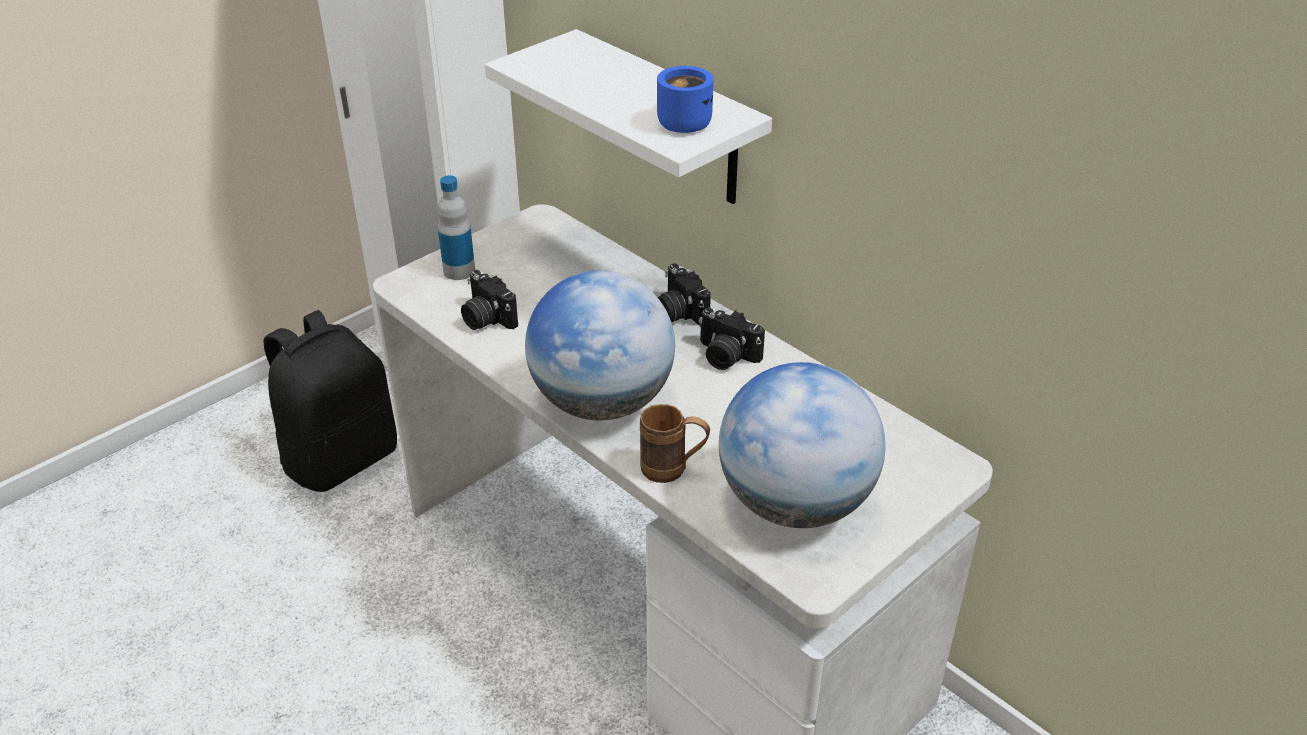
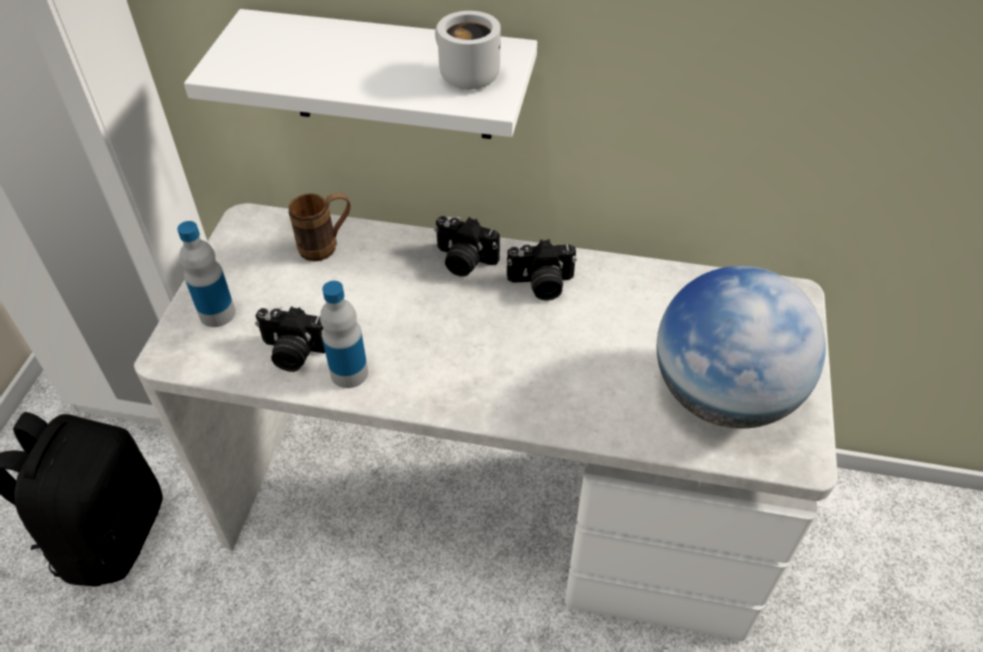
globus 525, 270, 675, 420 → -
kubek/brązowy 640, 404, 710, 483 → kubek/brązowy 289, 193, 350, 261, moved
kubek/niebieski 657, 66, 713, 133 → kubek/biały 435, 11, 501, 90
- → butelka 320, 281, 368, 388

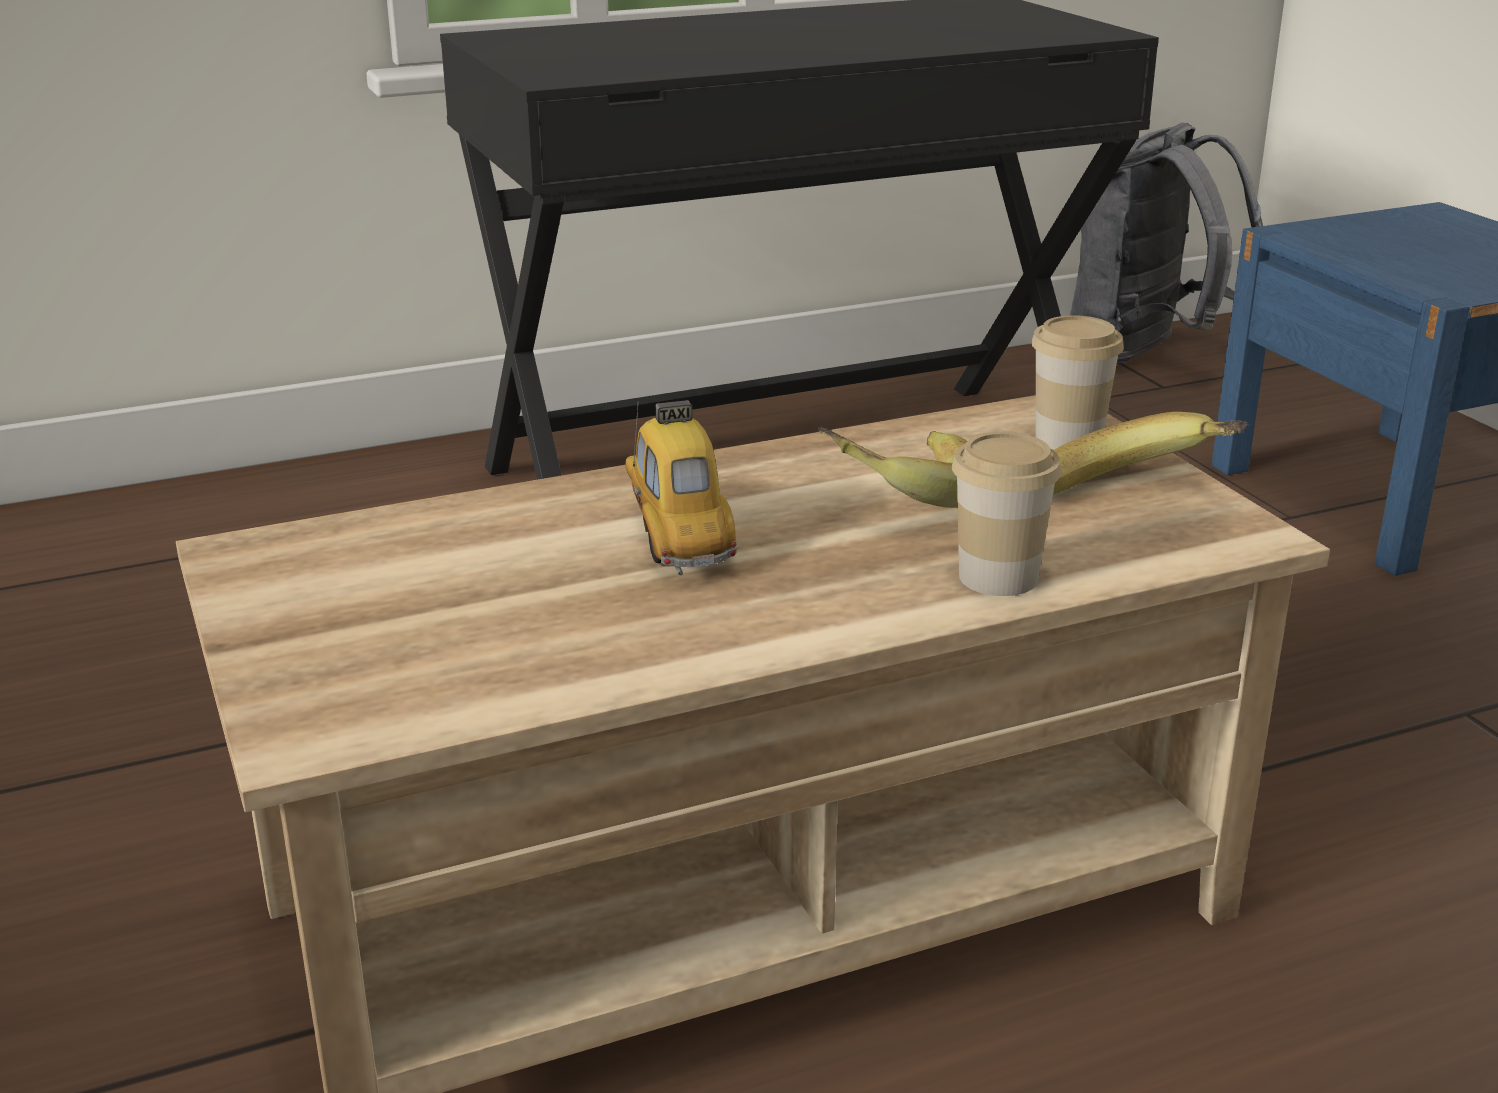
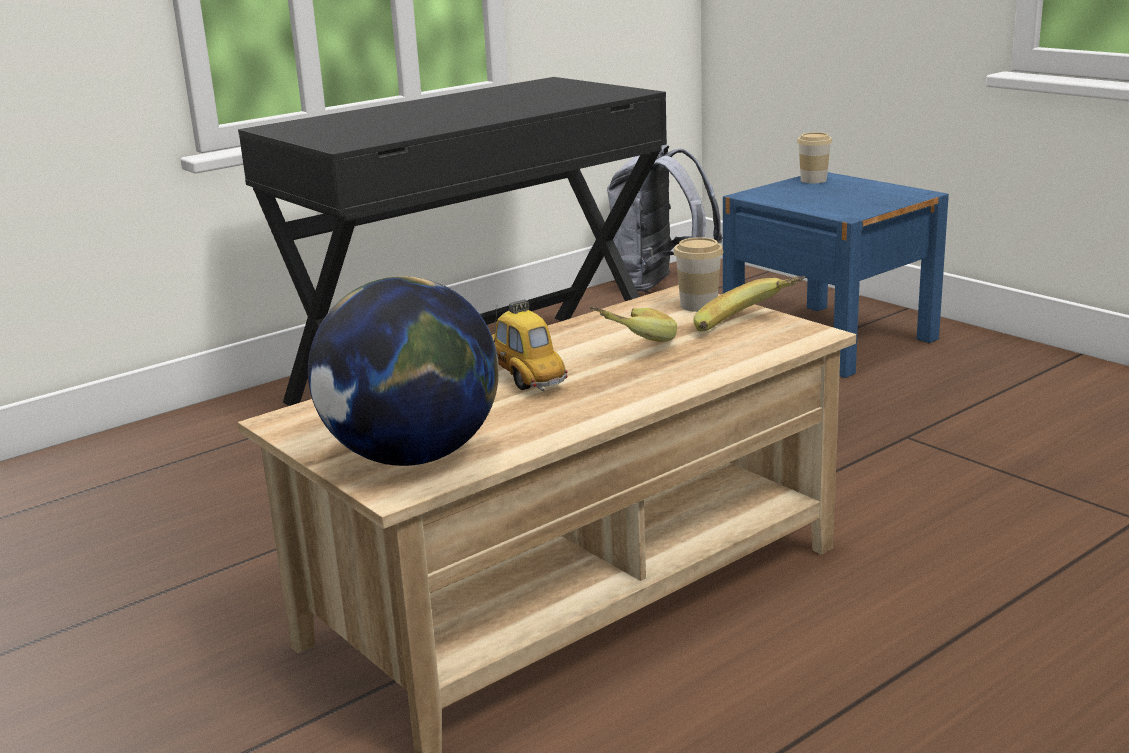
filiżanka 952, 432, 1061, 596 → filiżanka 797, 132, 832, 183, moved
- → globus 308, 276, 499, 466

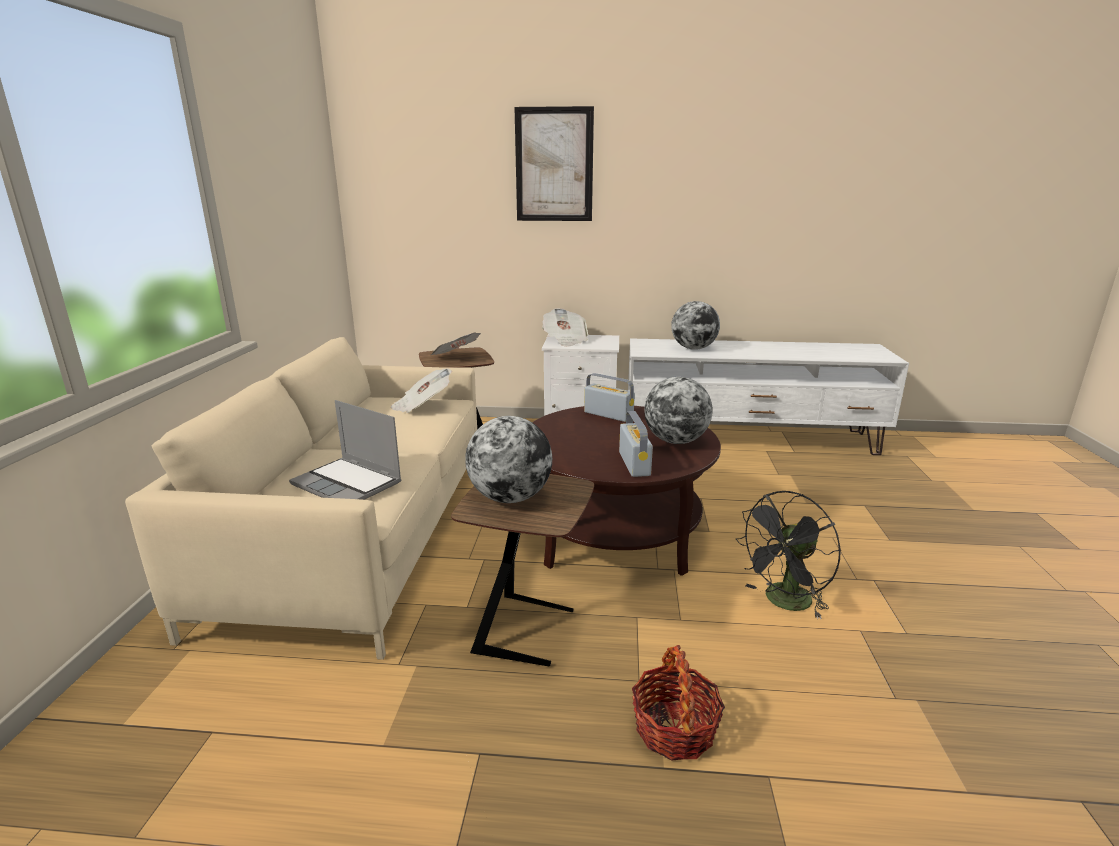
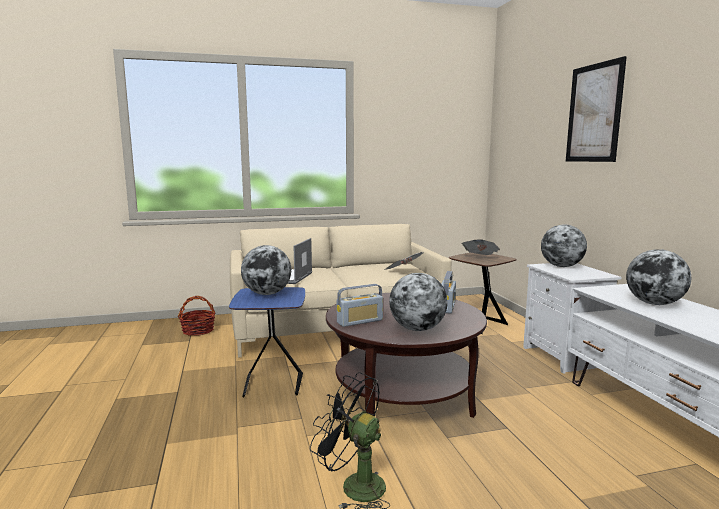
stolik/brązowy 451, 474, 594, 666 → stolik/niebieski 229, 287, 305, 397
gazeta 542, 308, 588, 347 → globus 541, 224, 587, 267
koszyk 632, 645, 725, 761 → koszyk 178, 296, 216, 336, moved

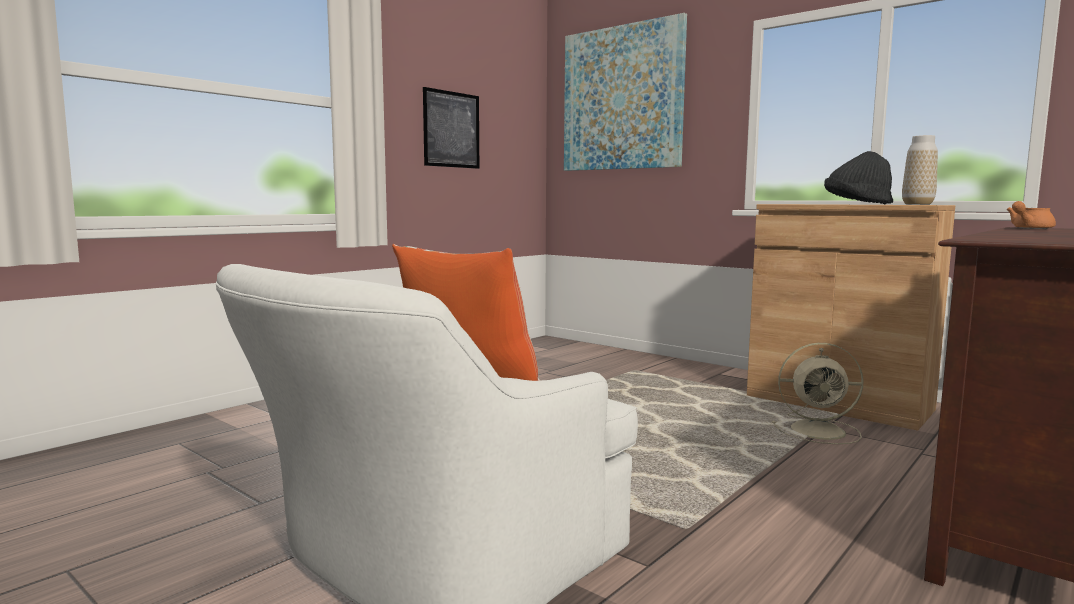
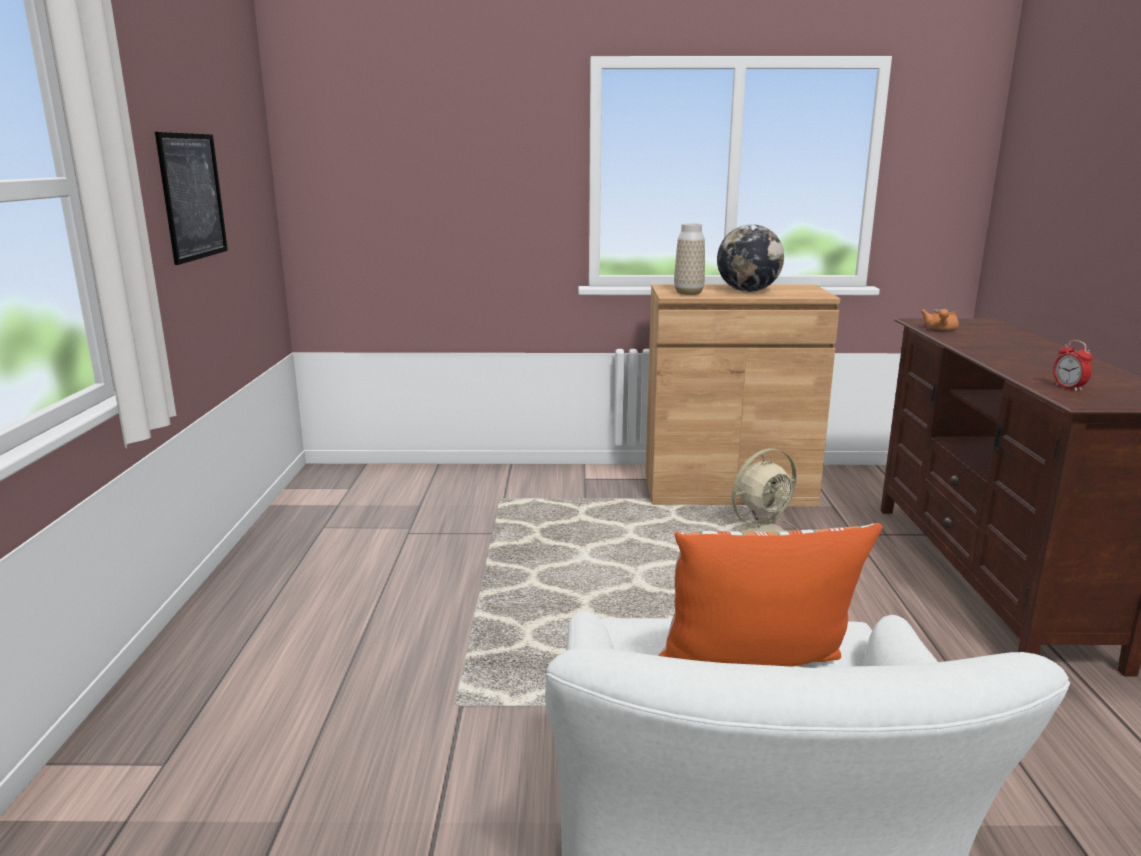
obraz 564, 13, 687, 171 → -
kapelusz/czarny 824, 151, 893, 204 → globus 717, 224, 784, 292
wazon 902, 135, 938, 205 → wazon 674, 223, 705, 295, moved
- → budzik 1053, 340, 1093, 391

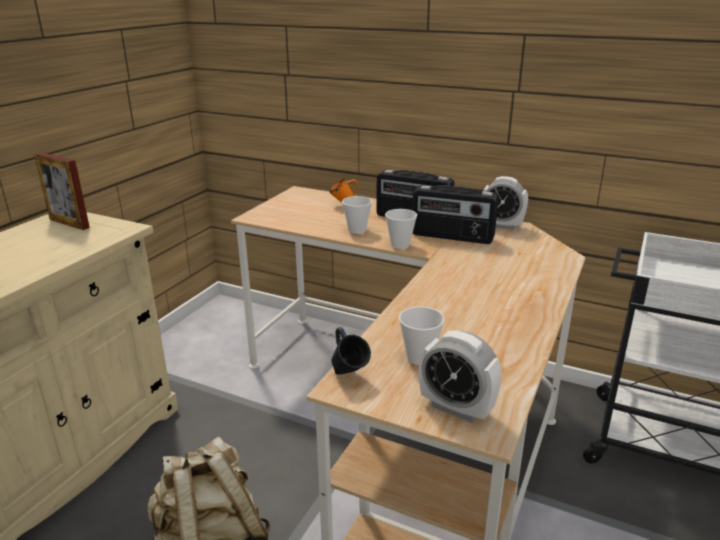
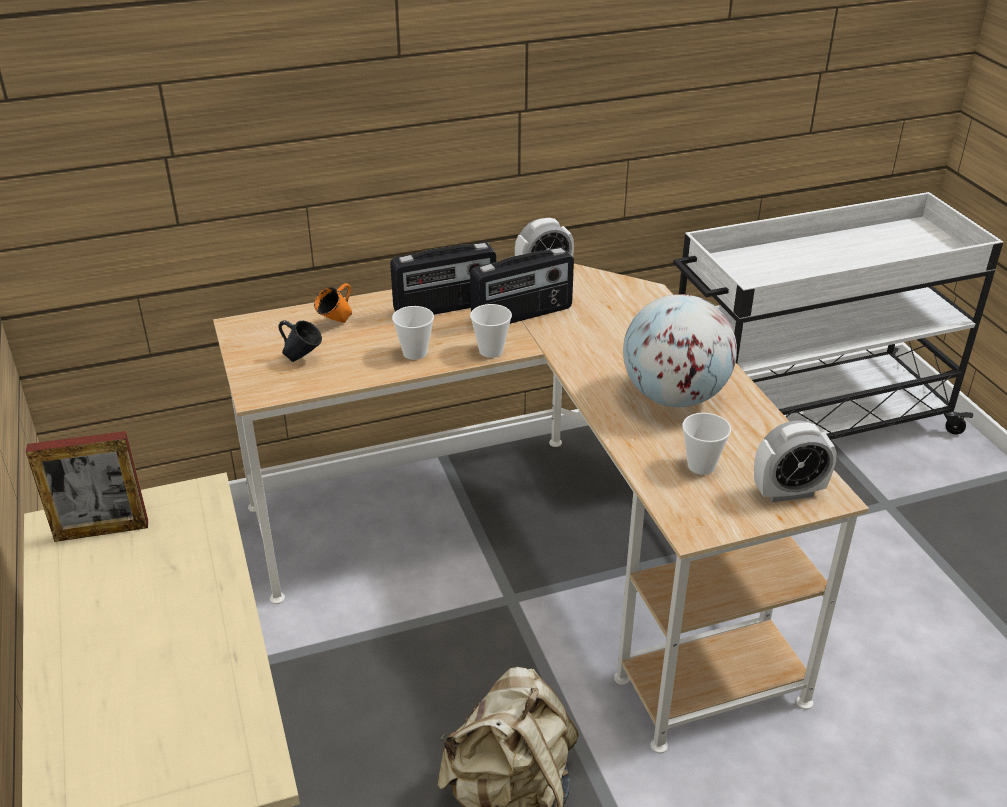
kubek/niebieski 332, 327, 371, 374 → kubek/niebieski 278, 320, 322, 362, moved
- → globus 623, 294, 737, 407

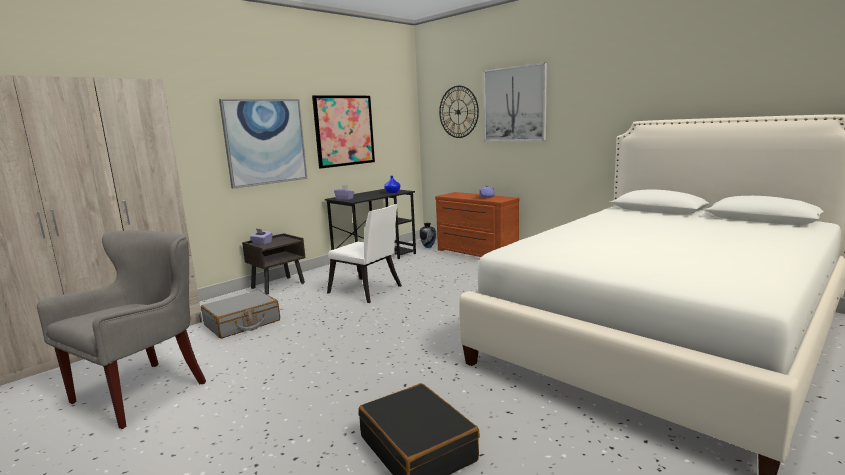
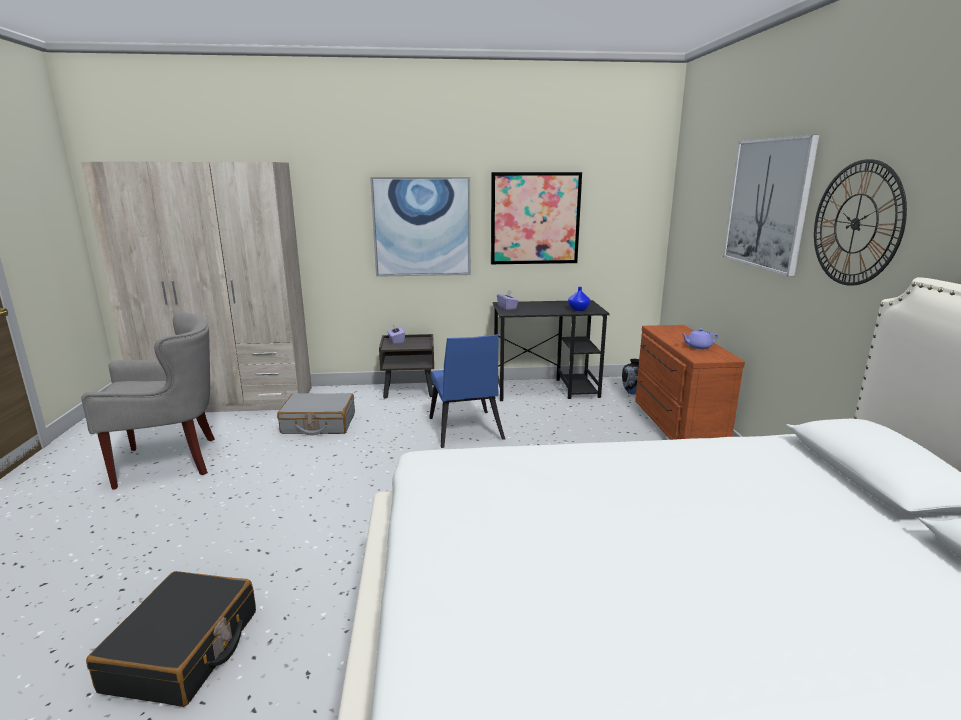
krzesło/biały 327, 204, 402, 303 → krzesło/niebieski 429, 334, 505, 448
zegar ścienny 439, 85, 479, 138 → zegar ścienny 814, 159, 907, 286, moved

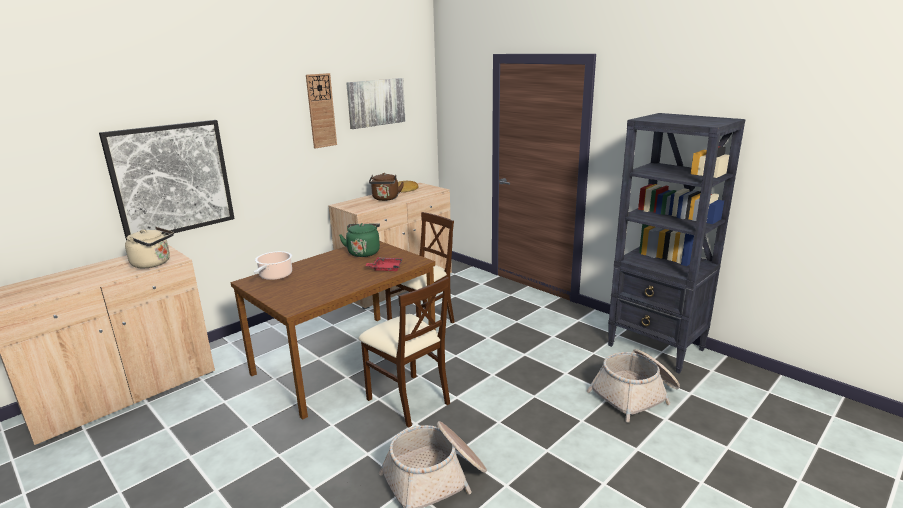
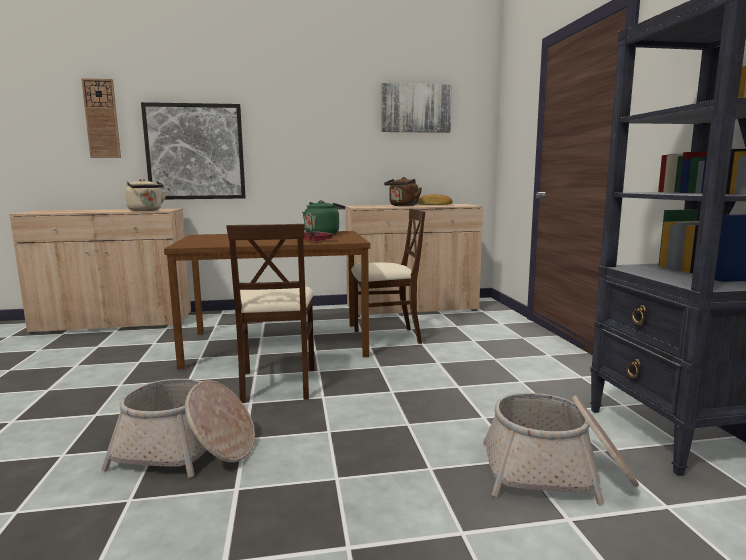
garnek 254, 251, 292, 280 → -
zegar ścienny 306, 73, 337, 148 → zegar ścienny 81, 78, 121, 158, moved

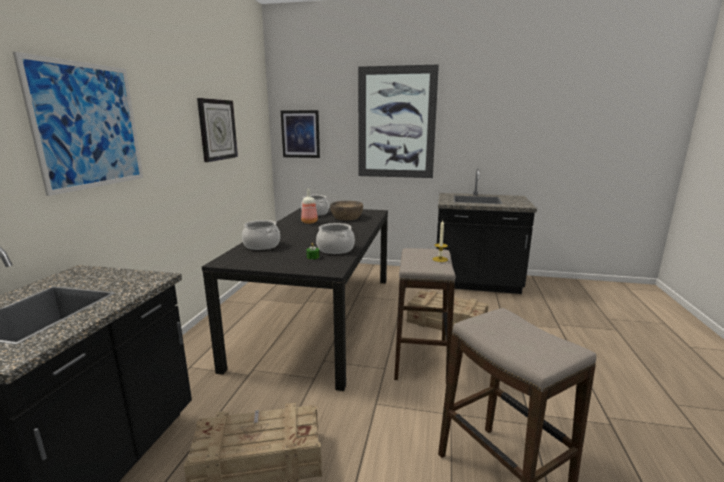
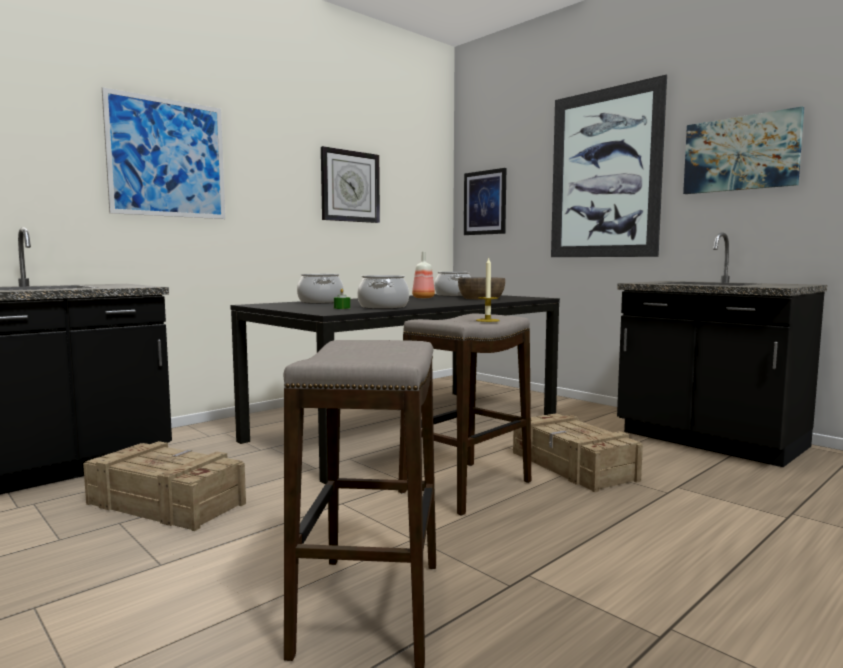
- → obraz 683, 106, 804, 194

